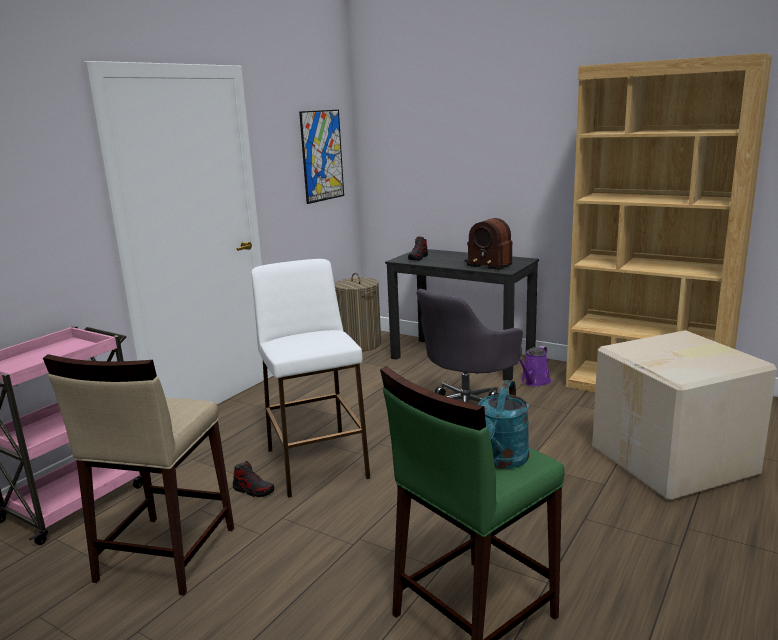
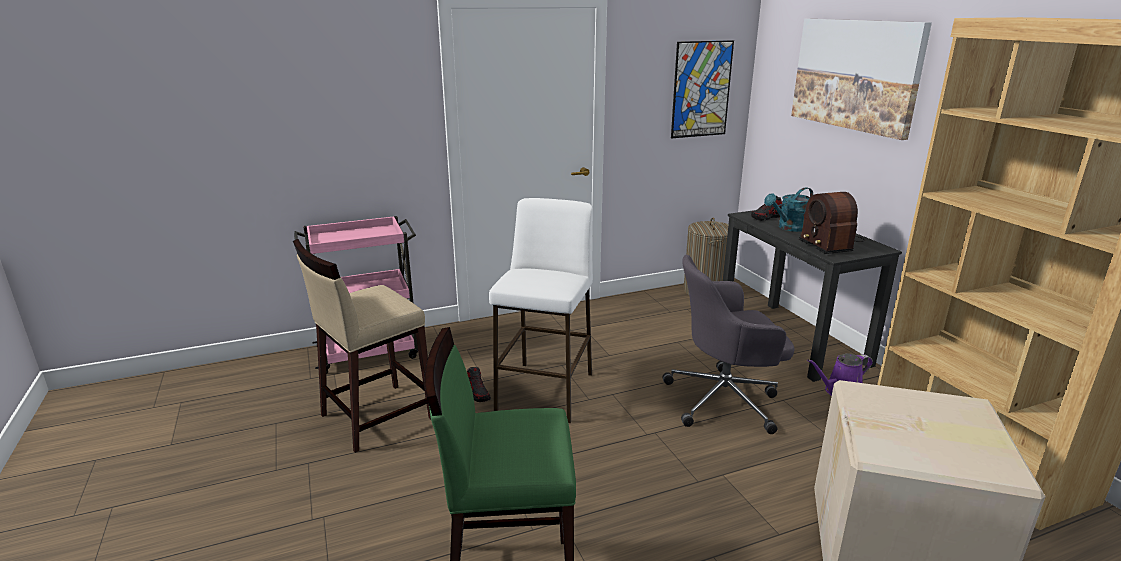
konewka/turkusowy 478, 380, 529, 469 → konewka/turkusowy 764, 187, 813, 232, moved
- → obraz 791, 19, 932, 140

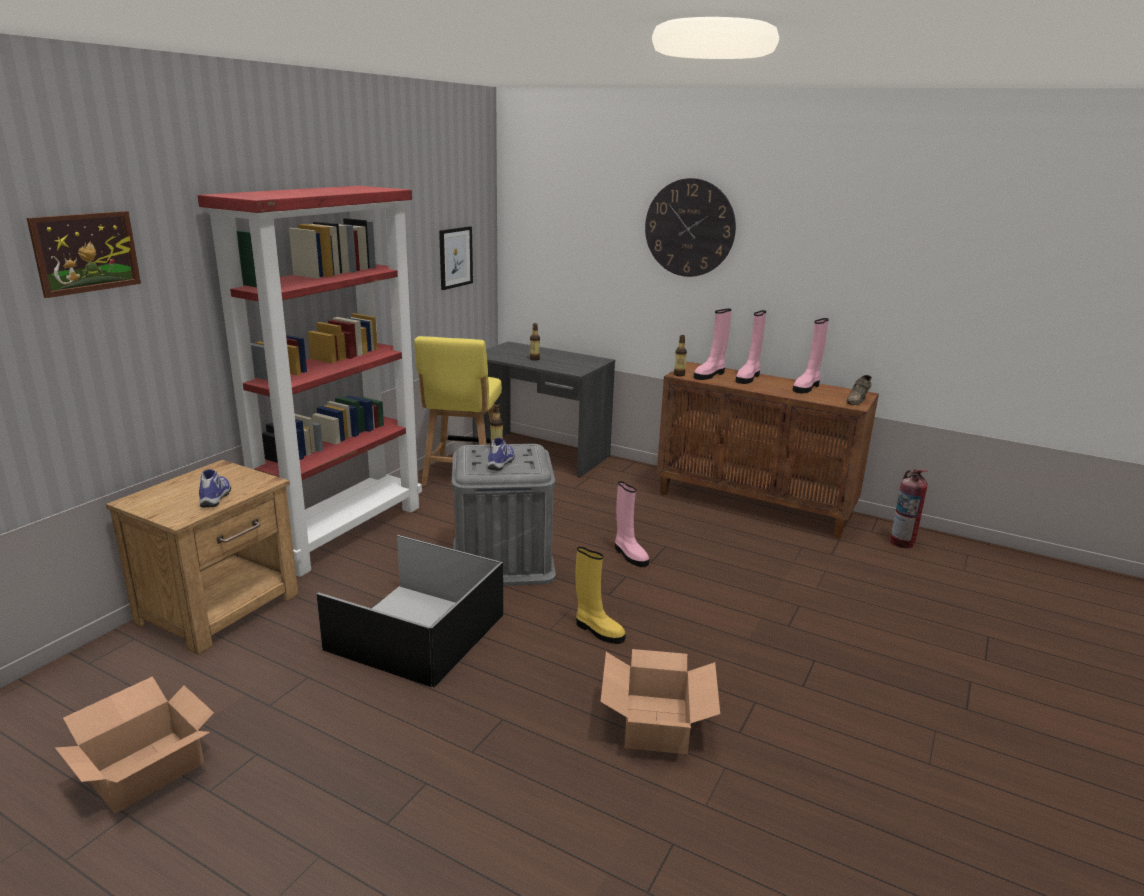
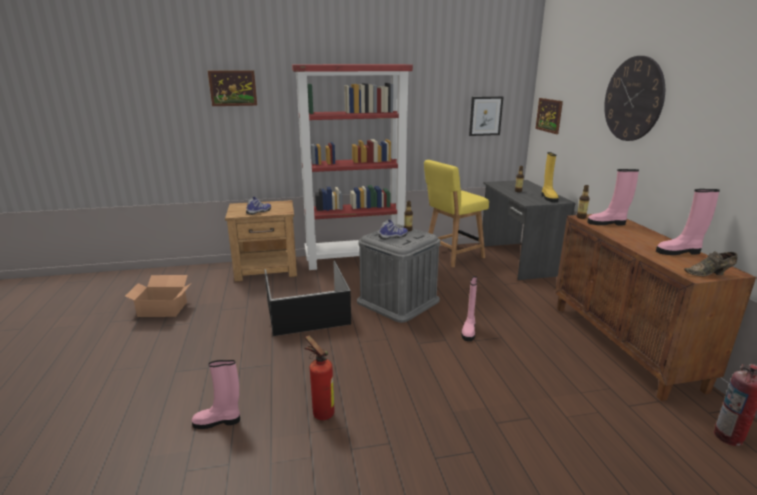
but z cholewką/żółty 576, 547, 626, 644 → but z cholewką/żółty 542, 152, 559, 202, moved
karton 600, 649, 720, 754 → gaśnica 305, 336, 335, 420
but z cholewką/różowy 736, 310, 766, 384 → but z cholewką/różowy 192, 360, 240, 429, moved
- → obraz 535, 98, 563, 134

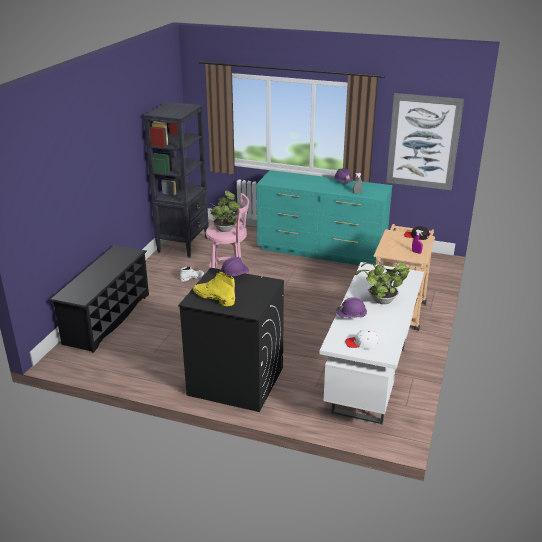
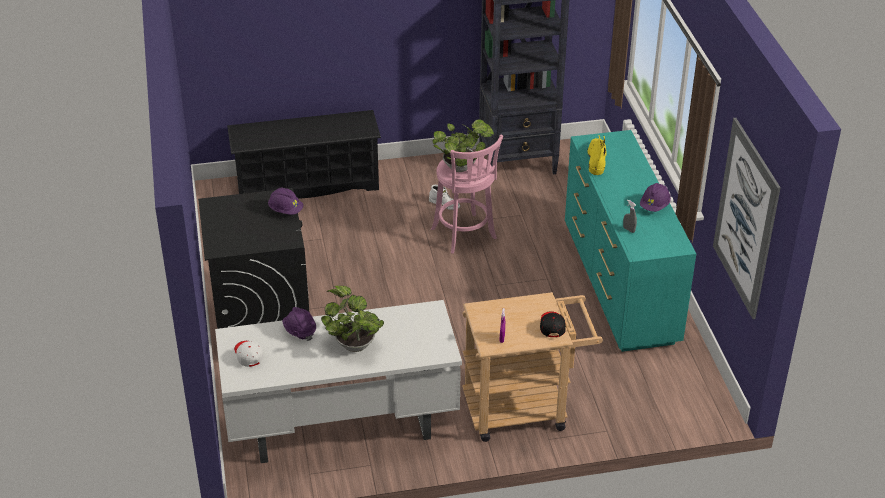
but z cholewką/żółty 193, 272, 235, 306 → but z cholewką/żółty 587, 135, 606, 175, moved

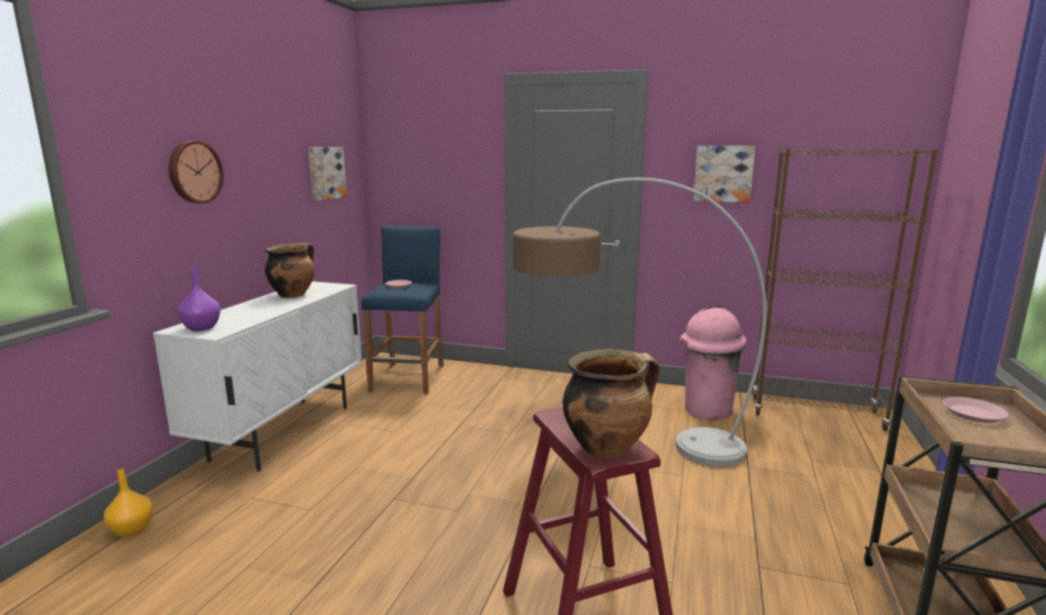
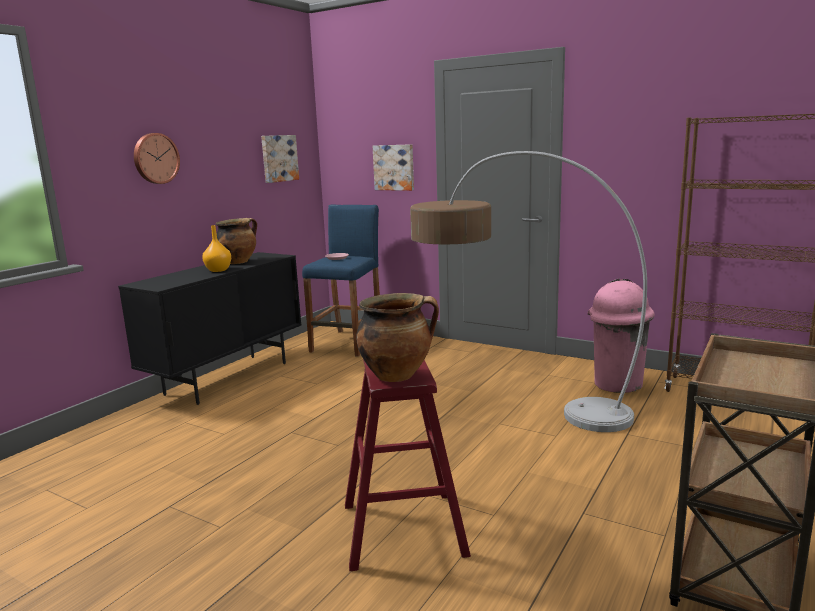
wazon/pomarańczowy 104, 469, 153, 537 → wazon/pomarańczowy 202, 225, 231, 272, moved
szafka/biały 153, 281, 362, 472 → szafka/czarny 118, 252, 301, 405
wazon/fioletowy 178, 268, 220, 331 → -
obraz 693, 146, 756, 203 → obraz 373, 144, 414, 191, moved
talerz/różowy 943, 397, 1009, 423 → -

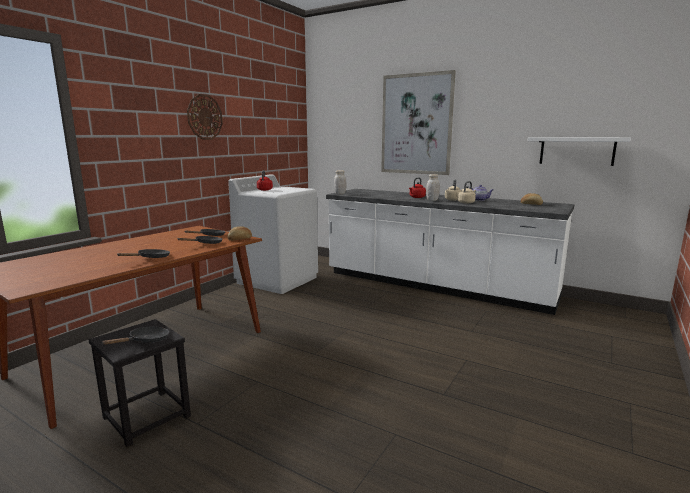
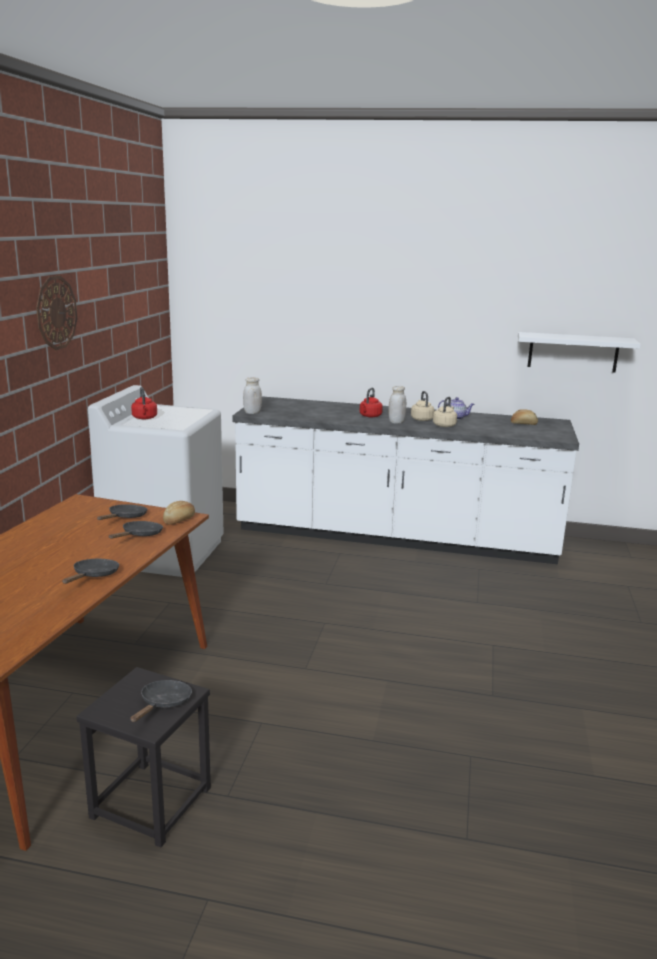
obraz 381, 70, 456, 175 → -

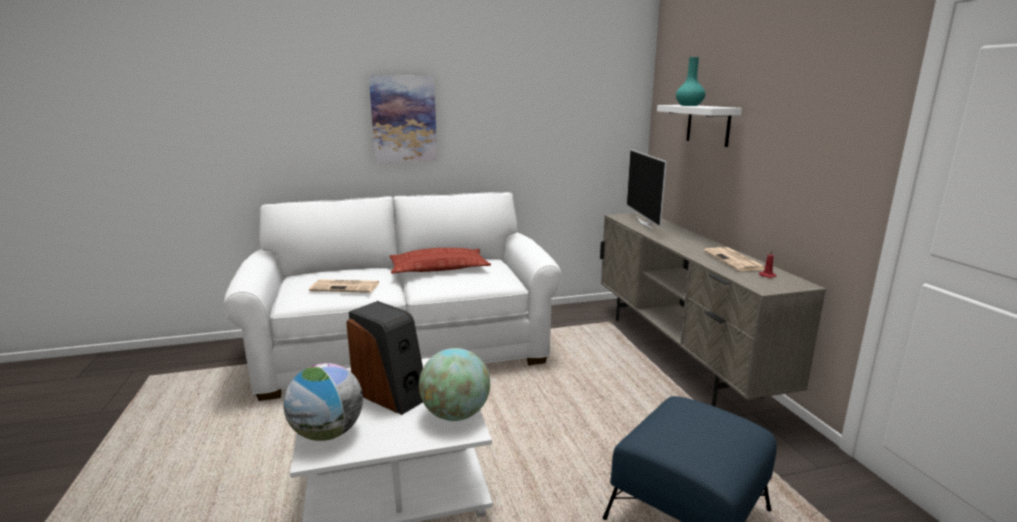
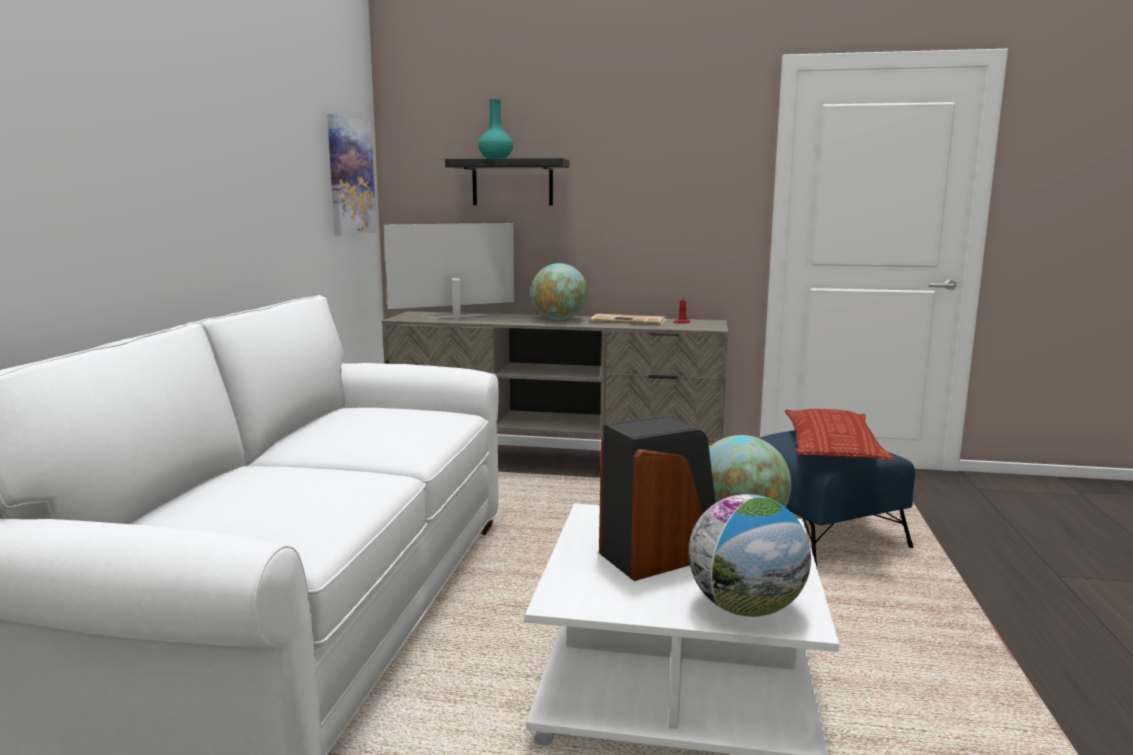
gazeta 309, 279, 380, 293 → -
obraz 369, 75, 437, 163 → obraz 327, 114, 376, 236, moved
poduszka 389, 248, 491, 273 → poduszka 785, 409, 894, 461, moved
telewizor 627, 149, 667, 230 → telewizor 384, 223, 514, 320, 135 degrees clockwise
półka/biały 657, 105, 742, 147 → półka/czarny 445, 158, 569, 206
- → globus 531, 263, 587, 320

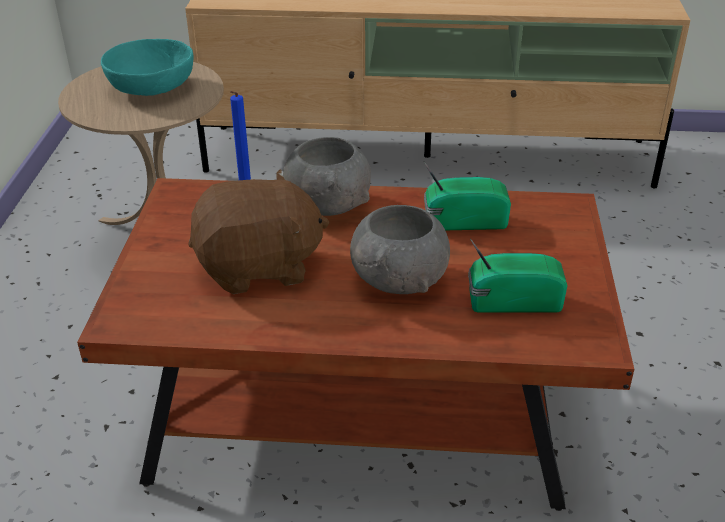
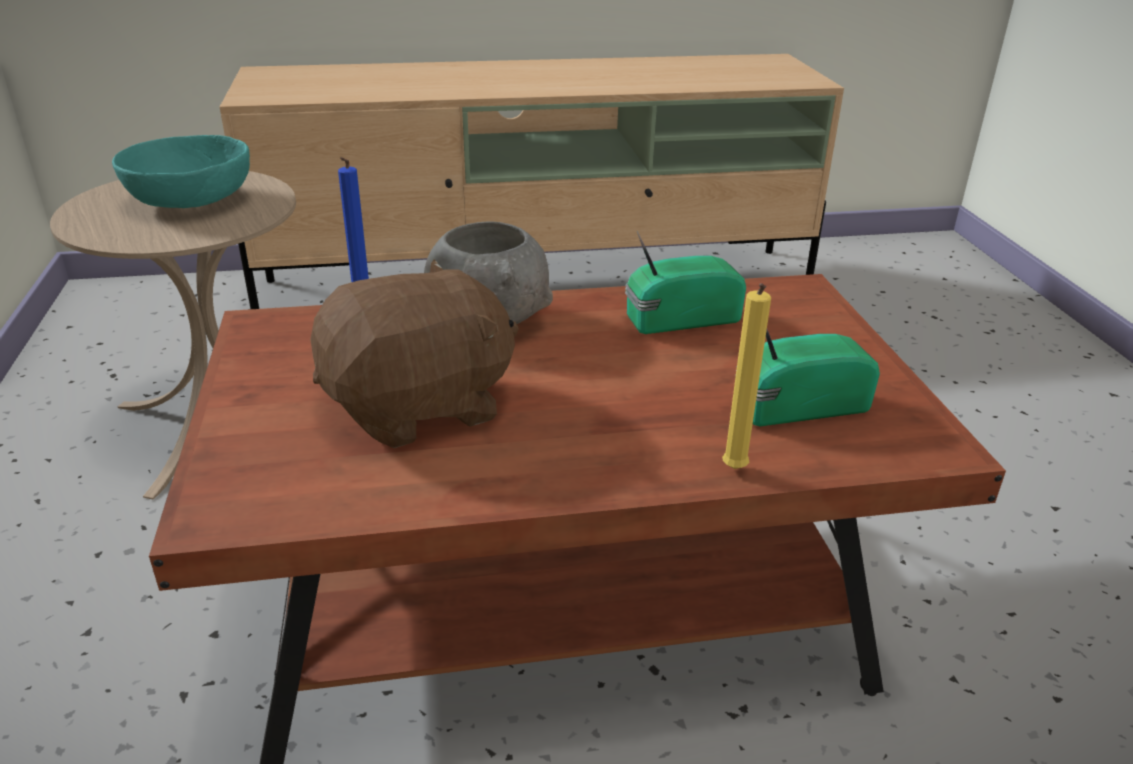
miska/szary 350, 205, 450, 294 → -
- → świeca/żółty 722, 283, 771, 469

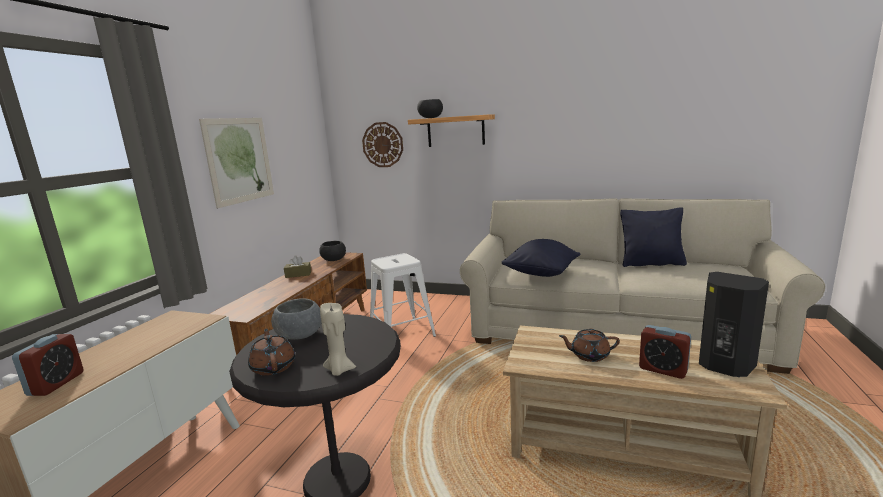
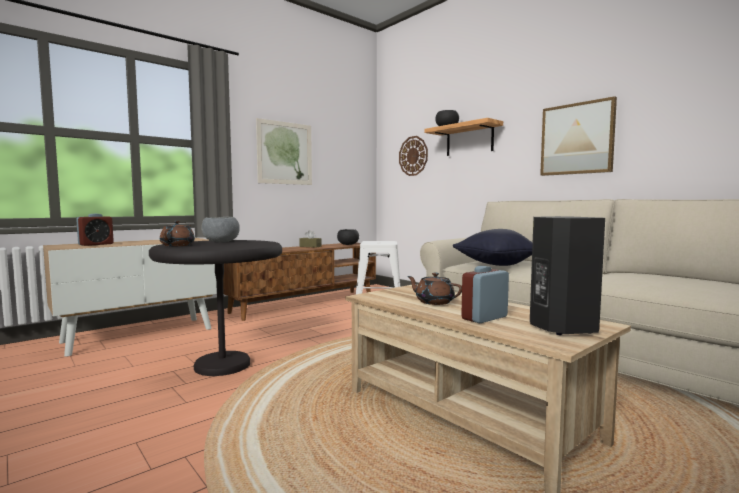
świeca/beżowy 320, 303, 356, 376 → -
poduszka/czarny 620, 207, 687, 267 → -
budzik 639, 325, 691, 379 → budzik 461, 266, 509, 324, 75 degrees clockwise
- → obraz 540, 96, 617, 176

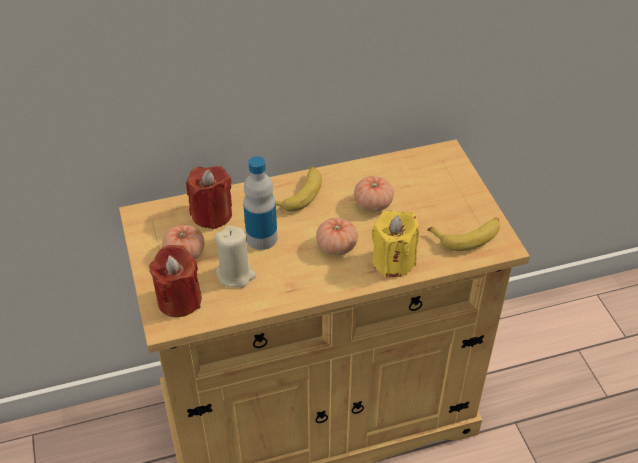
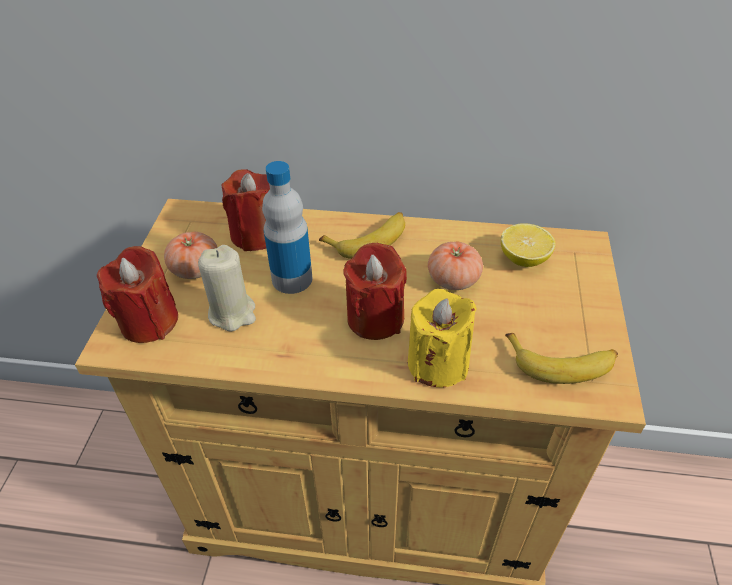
pomidor 316, 218, 358, 255 → świeca/czerwony 343, 243, 407, 340
- → cytryna 501, 223, 555, 267

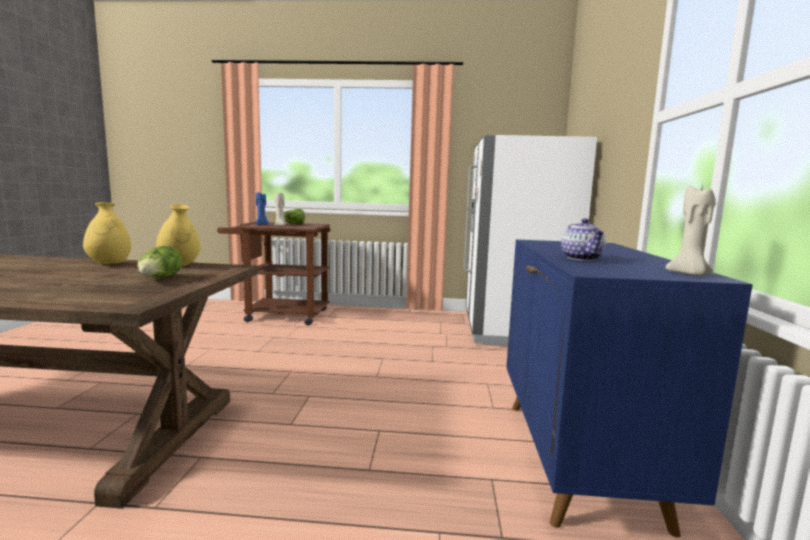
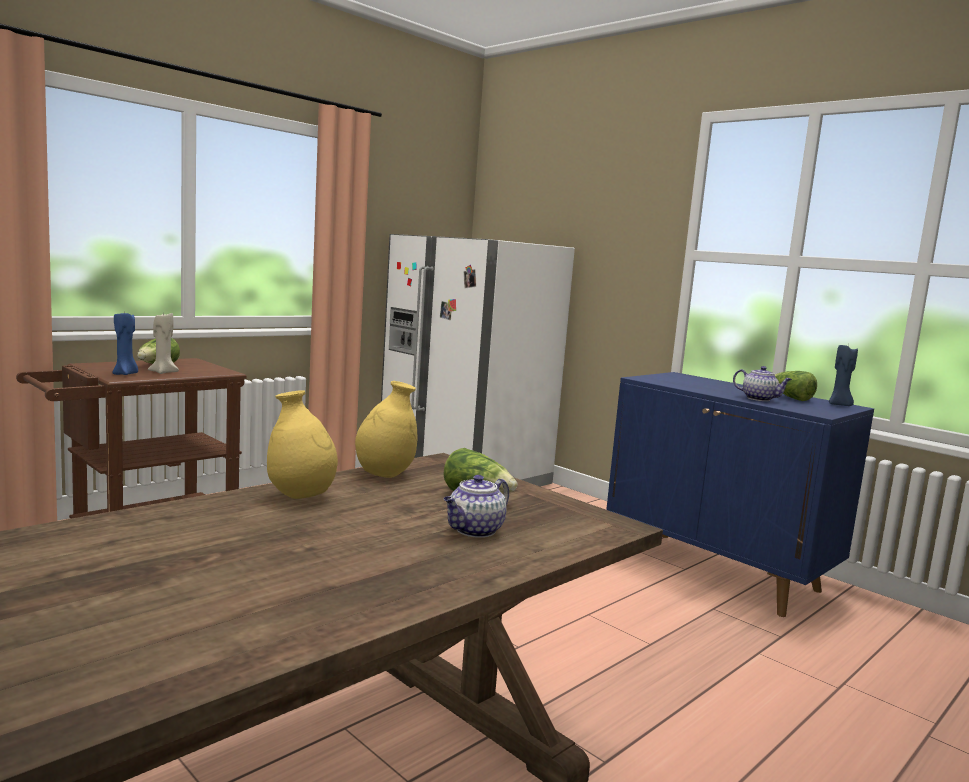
świeca/beżowy 665, 184, 716, 276 → świeca/niebieski 829, 345, 858, 406
- → imbryk 444, 475, 509, 538
- → sałata 775, 371, 817, 401

